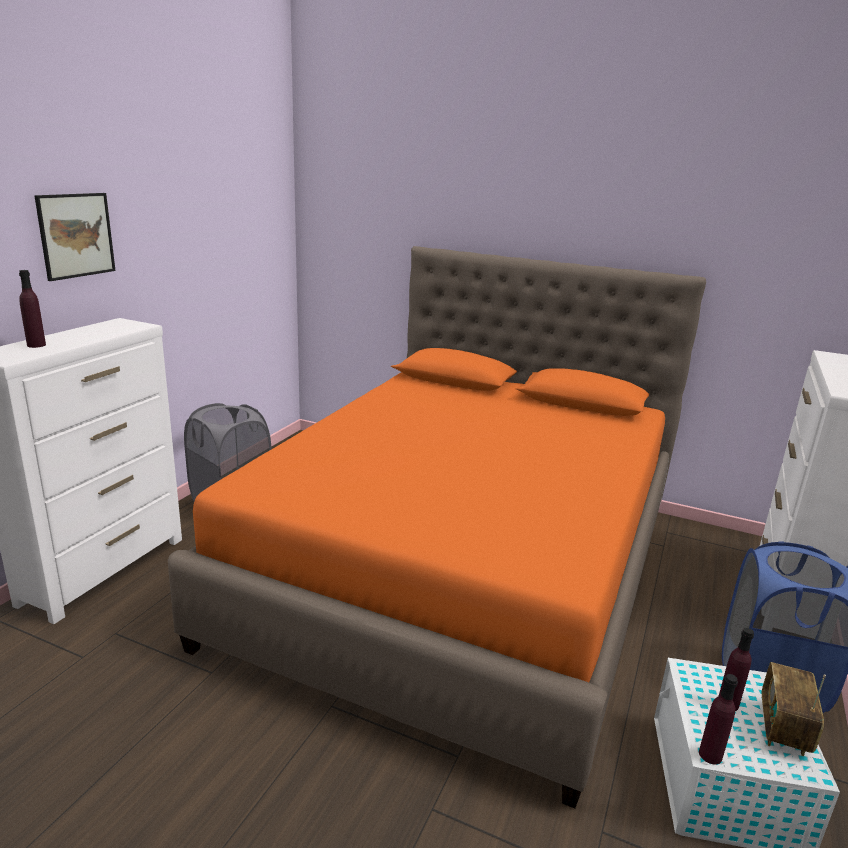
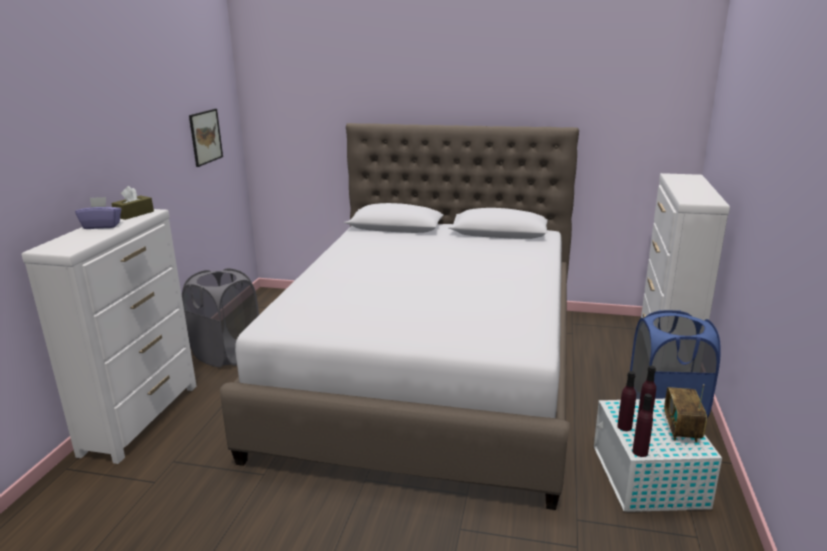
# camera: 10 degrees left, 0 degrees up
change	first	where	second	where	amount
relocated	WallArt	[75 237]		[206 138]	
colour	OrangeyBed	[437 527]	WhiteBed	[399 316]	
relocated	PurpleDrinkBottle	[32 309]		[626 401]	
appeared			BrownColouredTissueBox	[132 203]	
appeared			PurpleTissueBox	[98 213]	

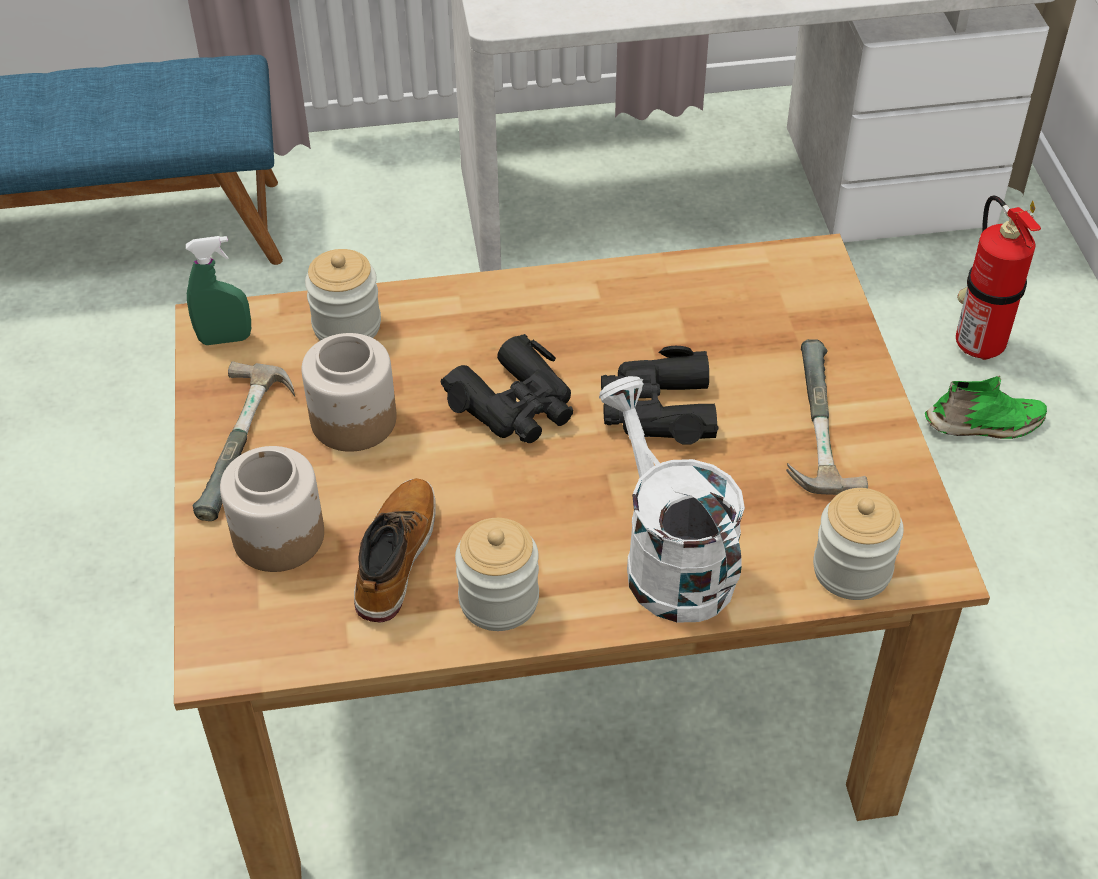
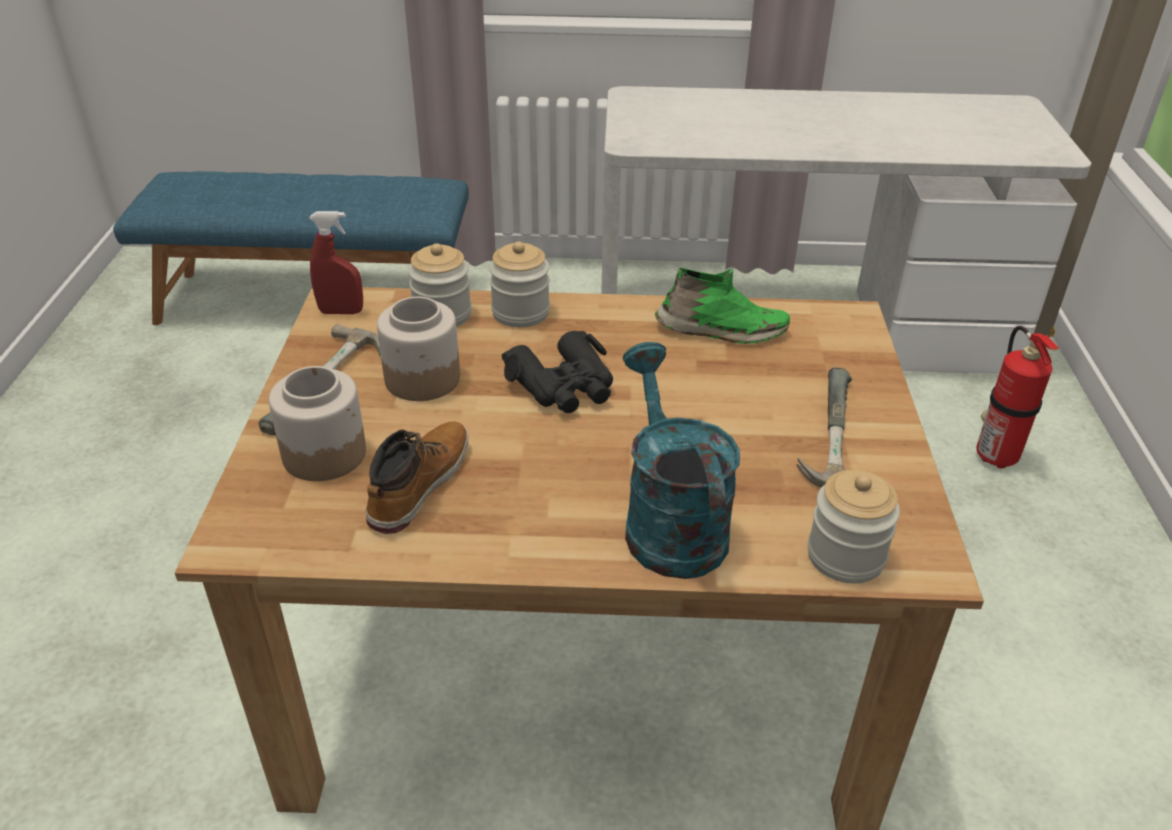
# camera: 10 degrees right, 10 degrees down
change	first	where	second	where	amount
colour	GreenColouredSprayBottle	[218 290]	ReddishSprayBottle	[336 262]	
missing	BlackishFieldGlasses	[660 395]			
colour	WhiteWateringCan	[672 499]	BlueGreenWateringCan	[681 460]	
relocated	GreenColouredItemOfFootwear	[986 407]		[722 305]	
relocated	Jar	[497 574]		[519 284]	

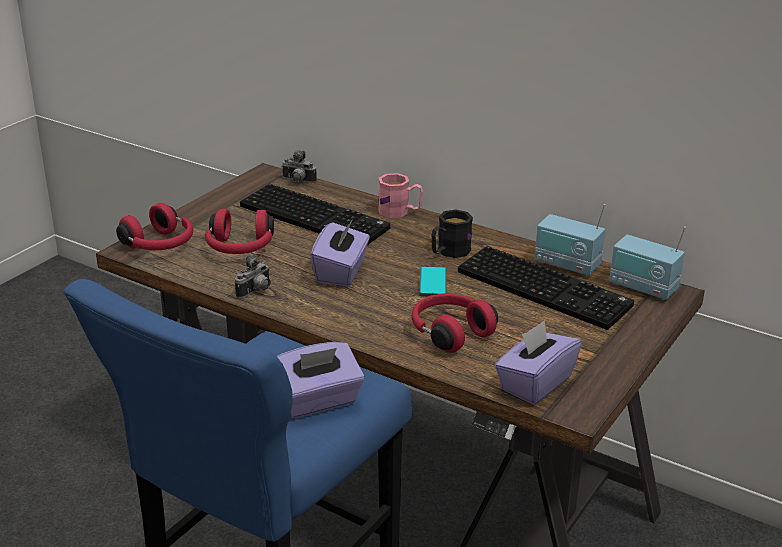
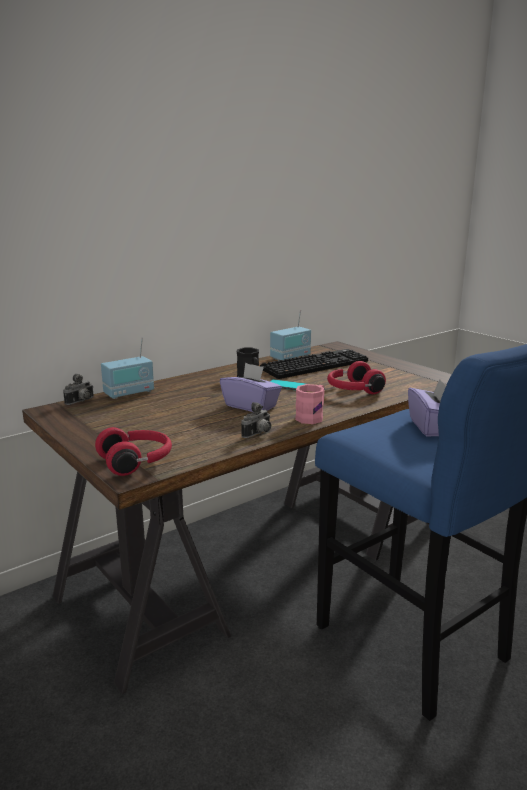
# camera: 70 degrees left, 10 degrees down
change	first	where	second	where	amount
relocated	PinkColouredMug	[400 195]		[310 404]	
missing	Keyboard	[315 214]			
missing	ReddishHeadphones	[239 231]			
relocated	Radio	[647 263]		[127 368]	
spun	PhotoCamera	[253 276]		[256 420]	75 degrees clockwise
missing	PurpleTissueBox	[538 362]			

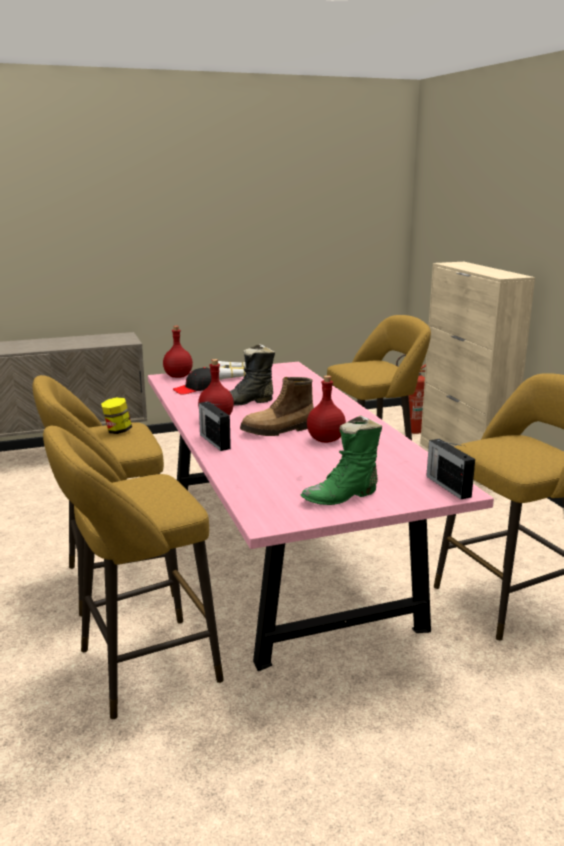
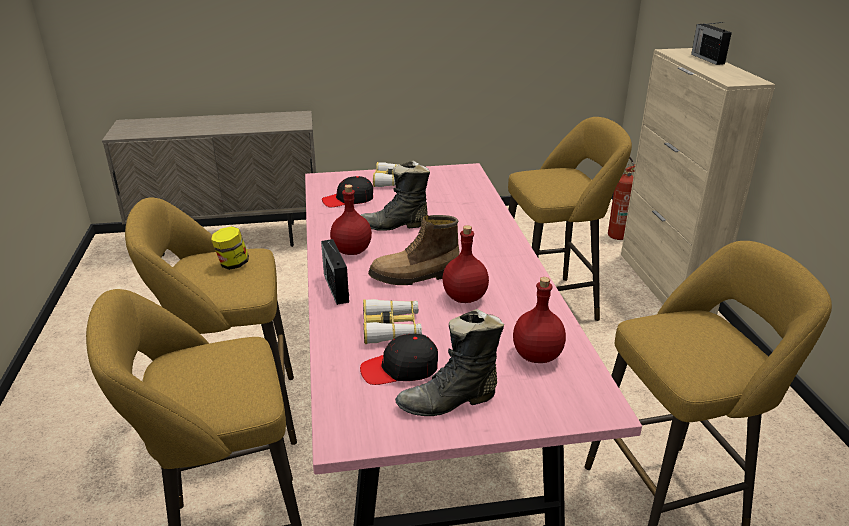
# camera: 10 degrees right, 10 degrees up
change	first	where	second	where	amount
relocated	ReddishDrinkBottle	[178 352]		[539 320]	
colour	GreenColouredTallBoot	[341 460]	BlackishTallBoot	[449 362]	
relocated	Radio	[450 469]		[711 43]	
appeared			FieldGlasses	[392 321]	
appeared			BlackishCap	[399 359]	

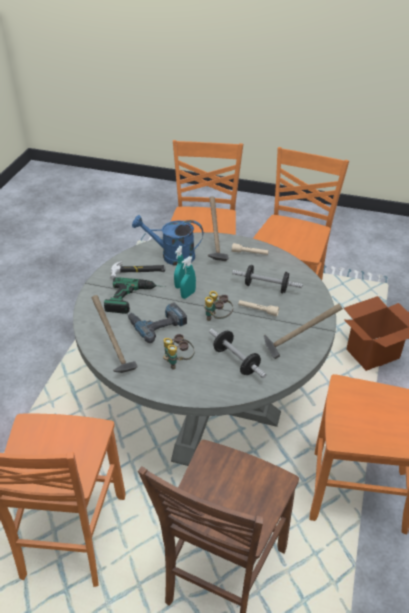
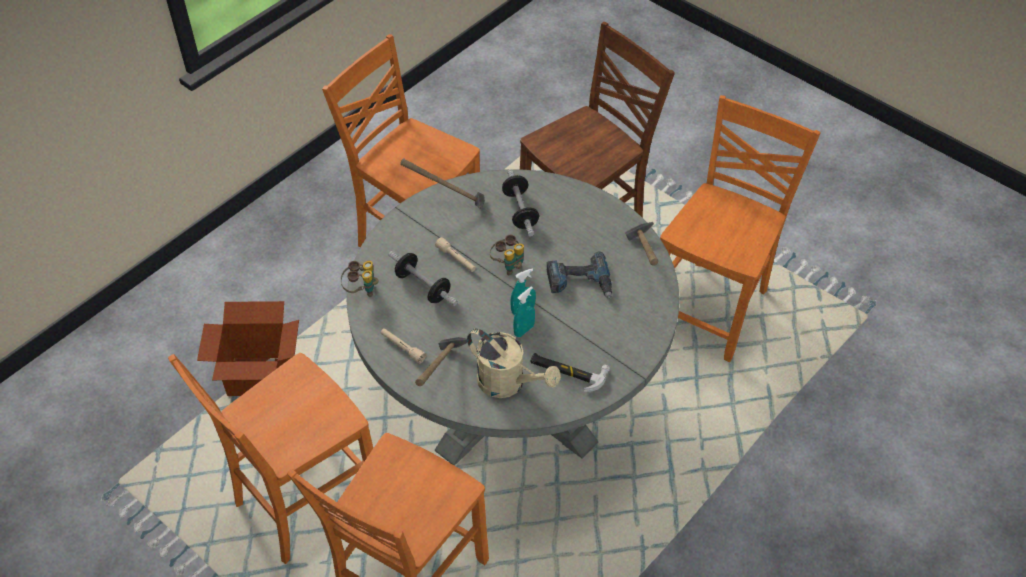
# camera: 155 degrees left, 10 degrees up
change	first	where	second	where	amount
colour	BlueColouredWateringCan	[167 240]	SandColouredWateringCan	[514 363]	
missing	ElectricDrill	[135 295]			
relocated	FieldGlasses	[178 352]		[359 279]	

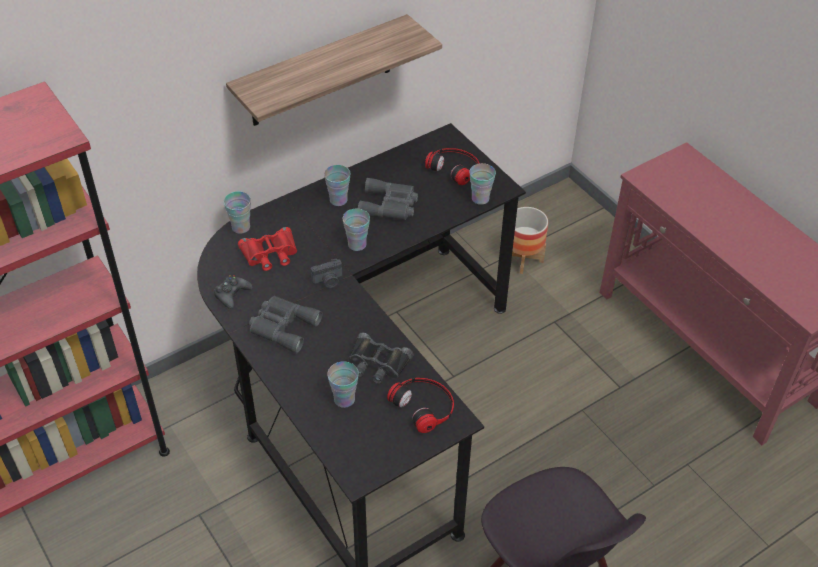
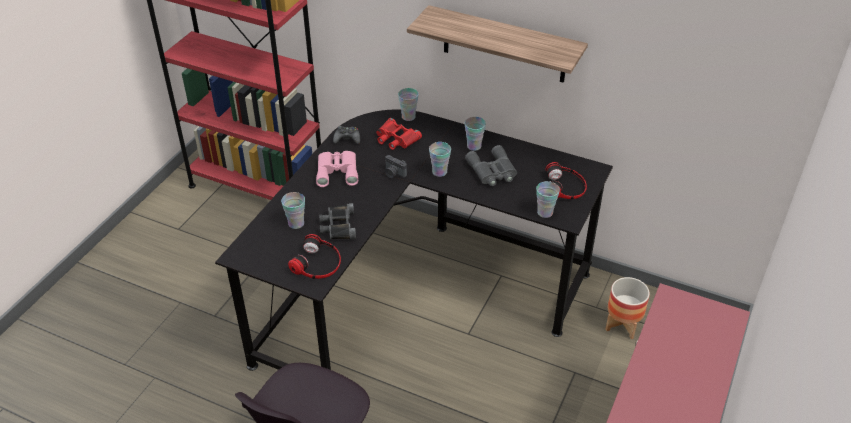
# camera: 60 degrees right, 5 degrees down
change	first	where	second	where	amount
colour	GrayFieldGlasses	[286 324]	PinkColouredFieldGlasses	[337 169]	

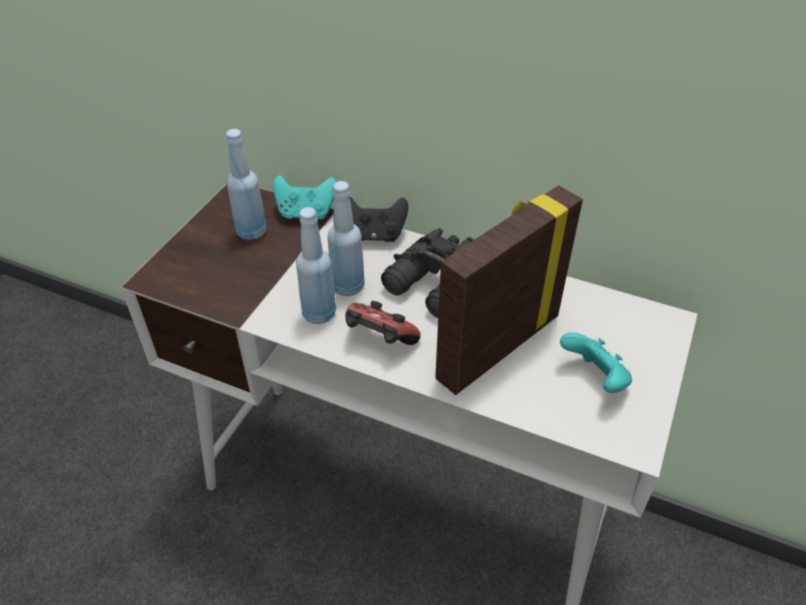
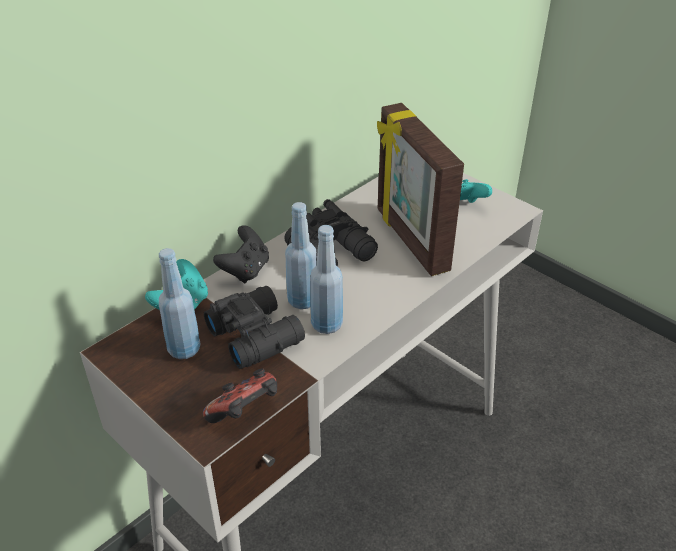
# camera: 70 degrees left, 5 degrees down
change	first	where	second	where	amount
relocated	GameController	[383 323]		[240 395]	
appeared			BlackishFieldGlasses	[254 327]	

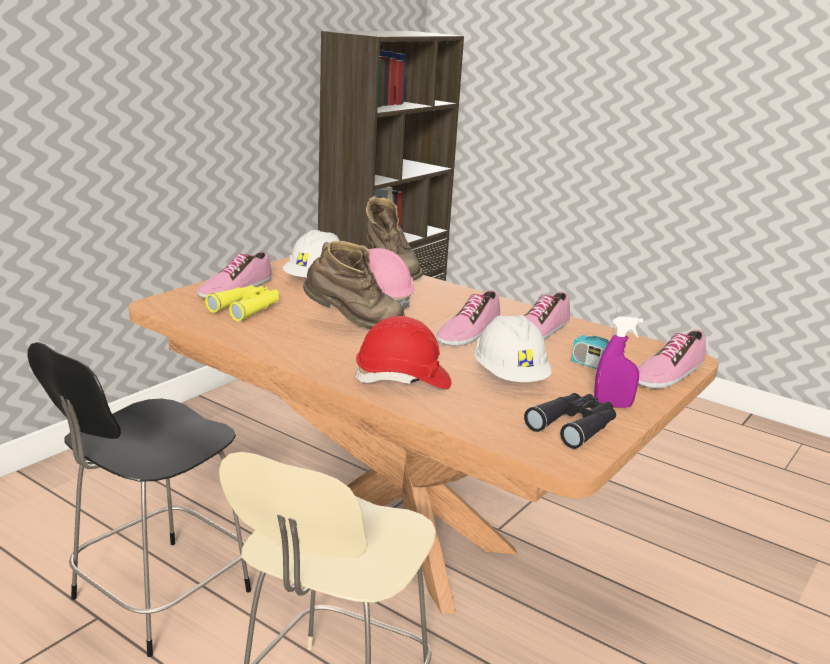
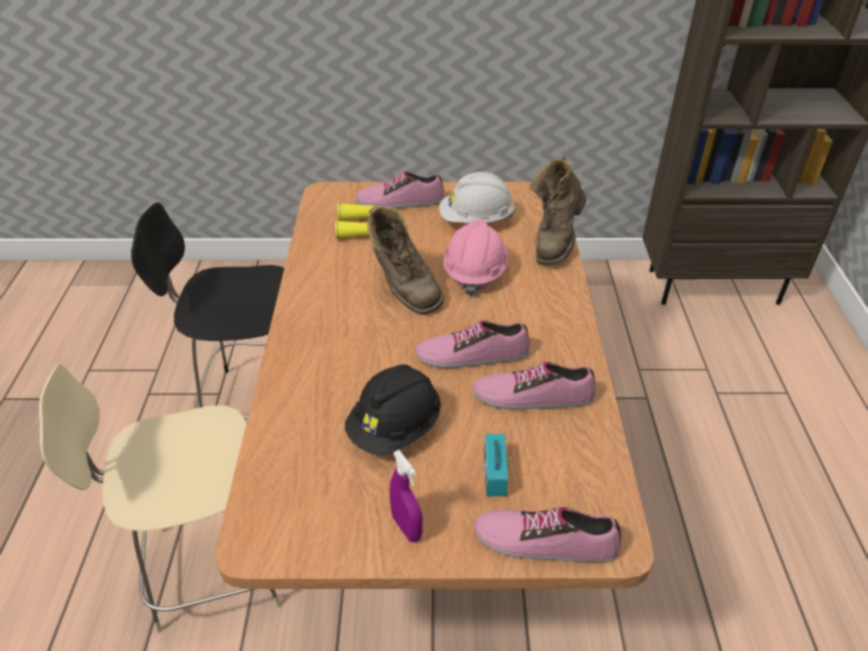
# camera: 55 degrees right, 20 degrees up
change	first	where	second	where	amount
colour	WhiteHardHat	[513 348]	BlackishHardHat	[393 409]	
missing	ReddishHardHat	[402 352]			
missing	BlackishFieldGlasses	[570 421]			

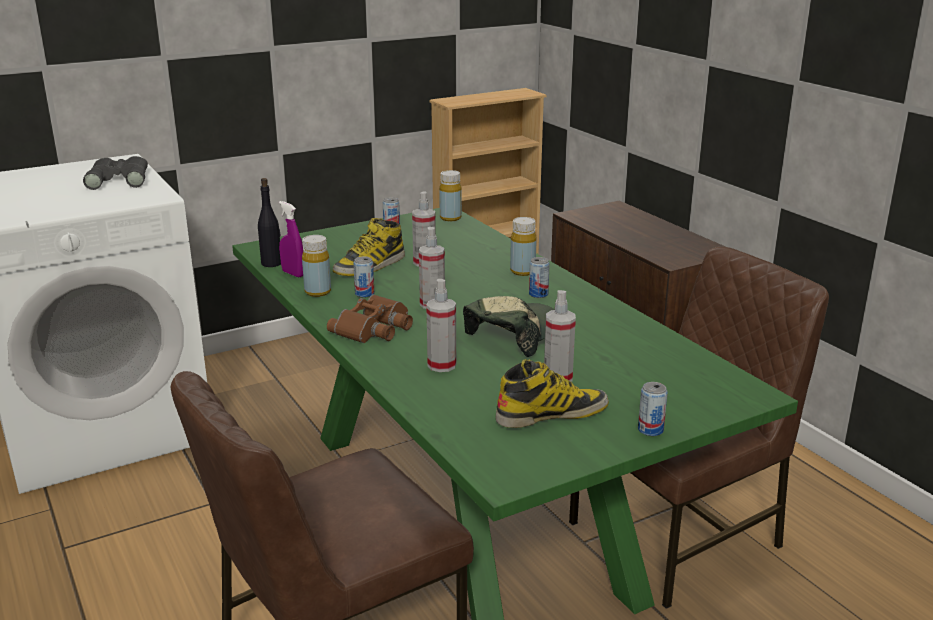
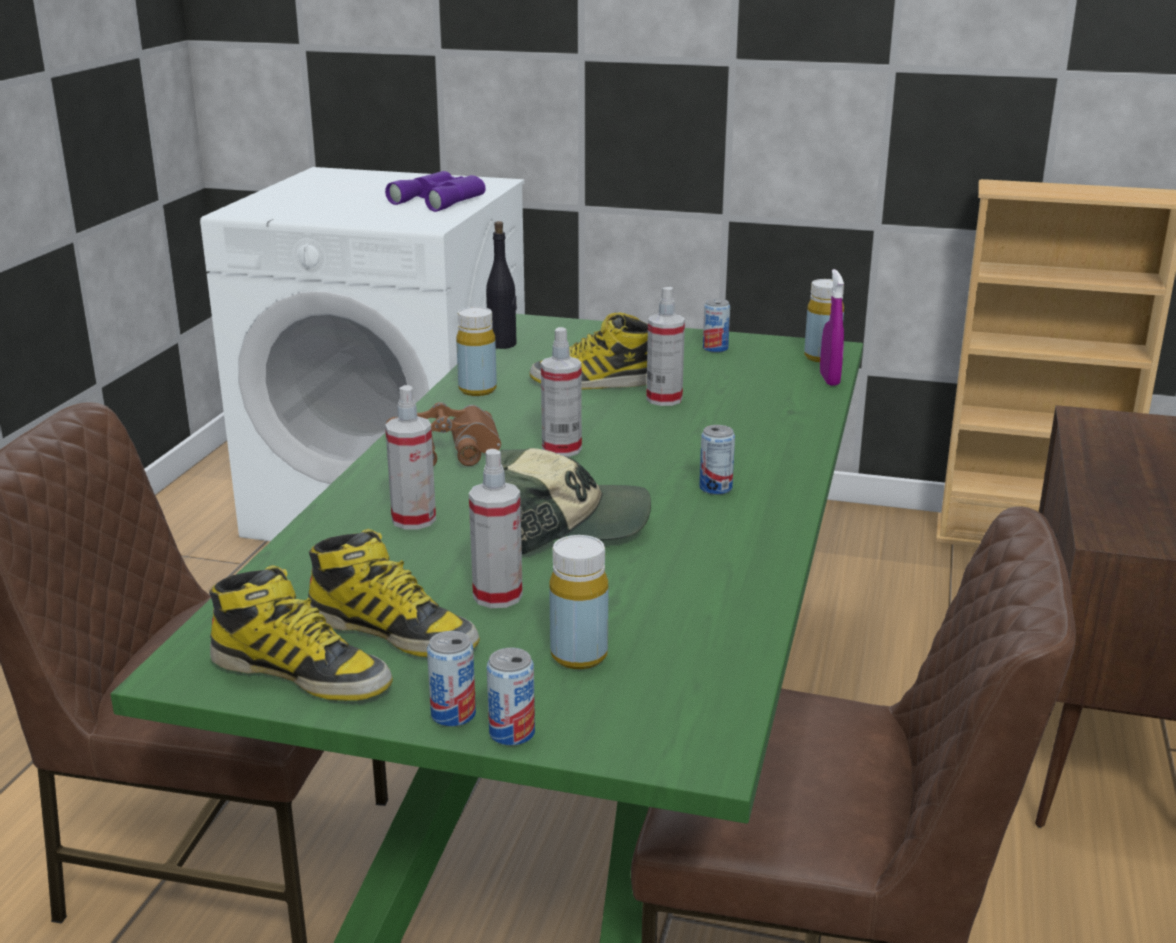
# camera: 45 degrees right, 0 degrees up
change	first	where	second	where	amount
colour	GrayFieldGlasses	[115 173]	PurpleFieldGlasses	[435 191]	
relocated	PurpleSprayBottle	[291 239]		[832 327]	
relocated	YellowishDrinkBottle	[523 246]		[578 602]	
relocated	SealedCan	[363 277]		[511 696]	
appeared			TallBoot	[301 633]	

